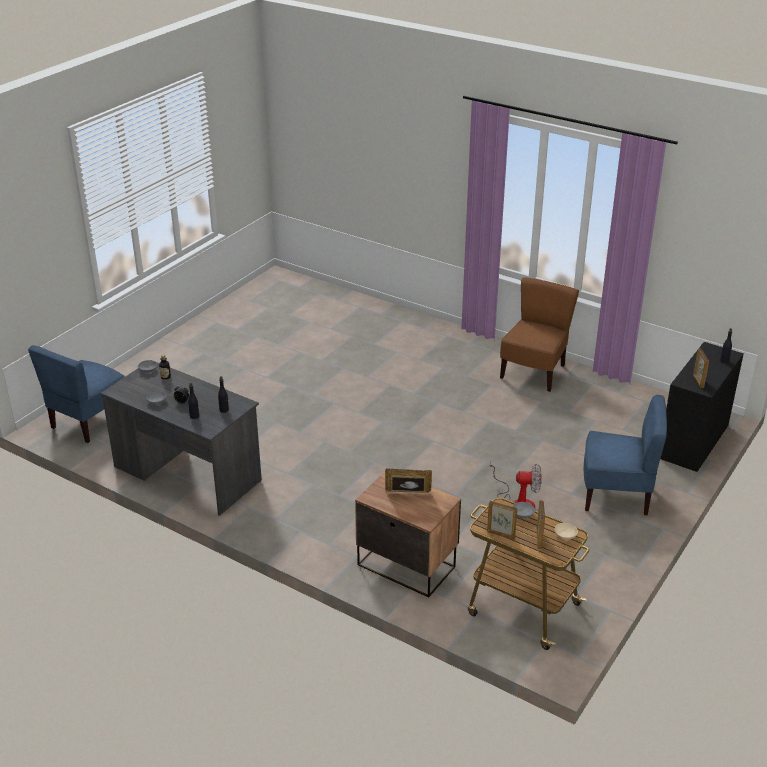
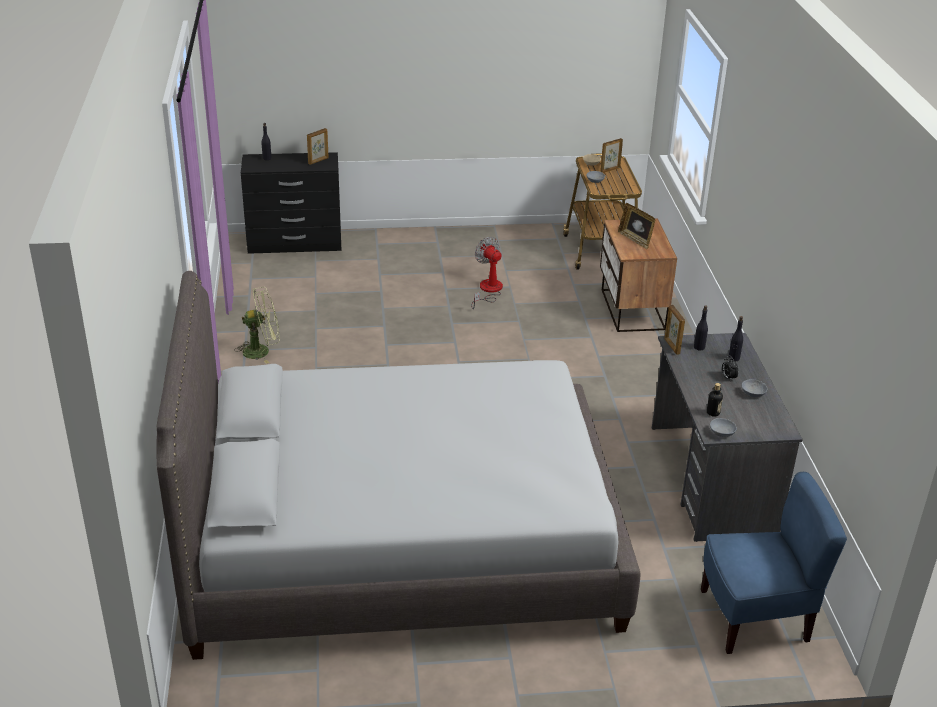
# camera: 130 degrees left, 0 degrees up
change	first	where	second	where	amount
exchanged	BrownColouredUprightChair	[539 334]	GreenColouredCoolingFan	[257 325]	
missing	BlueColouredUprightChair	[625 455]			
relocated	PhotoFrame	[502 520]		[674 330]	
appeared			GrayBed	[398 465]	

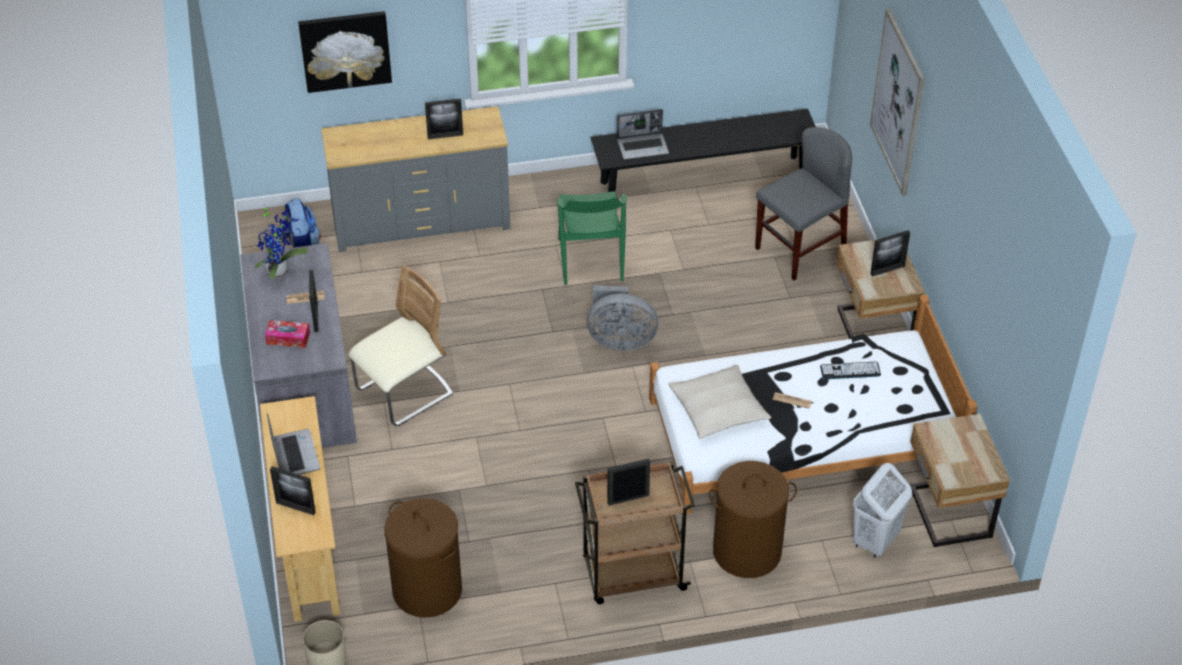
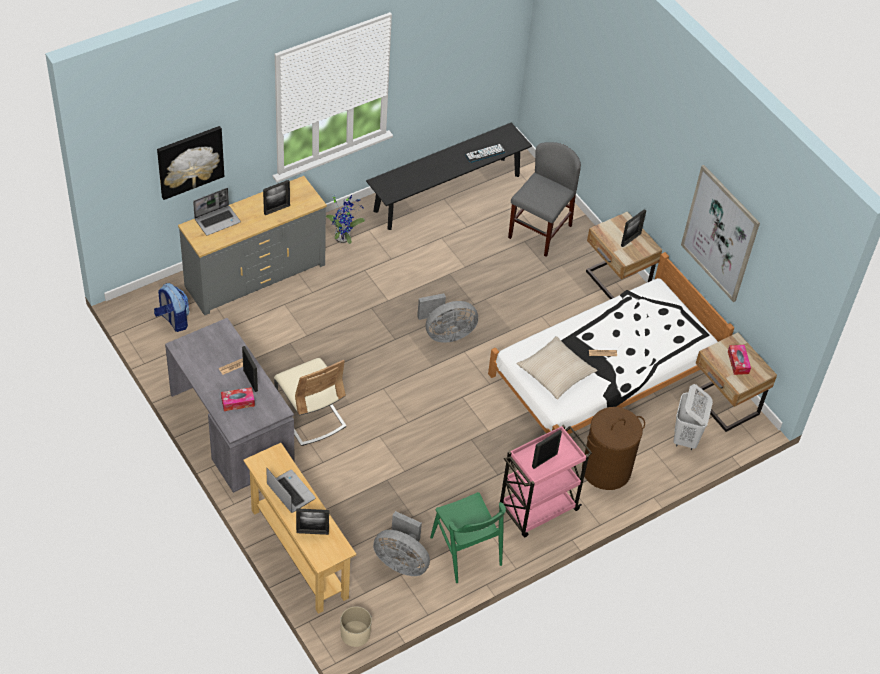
# camera: 25 degrees left, 5 degrees up
change	first	where	second	where	amount
relocated	WallArt	[897 102]		[720 233]	
relocated	Laptop	[643 134]		[217 212]	
relocated	GreenColouredUprightChair	[592 238]		[468 537]	
relocated	Houseplant	[281 241]		[345 219]	
spun	SandColouredUprightChair	[401 346]		[310 402]	120 degrees clockwise
relocated	Keyboard	[850 370]		[485 153]	
colour	BrownColouredWheeledCart	[635 533]	PinkColouredWheeledCart	[546 481]	
exchanged	BrownColouredHamper	[423 558]	GrayCoolingFan	[401 543]	
appeared			TissueBox	[739 360]	

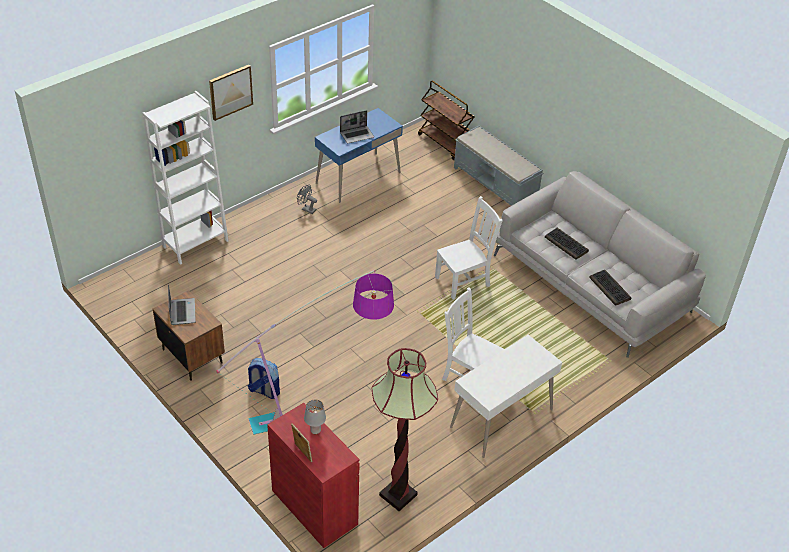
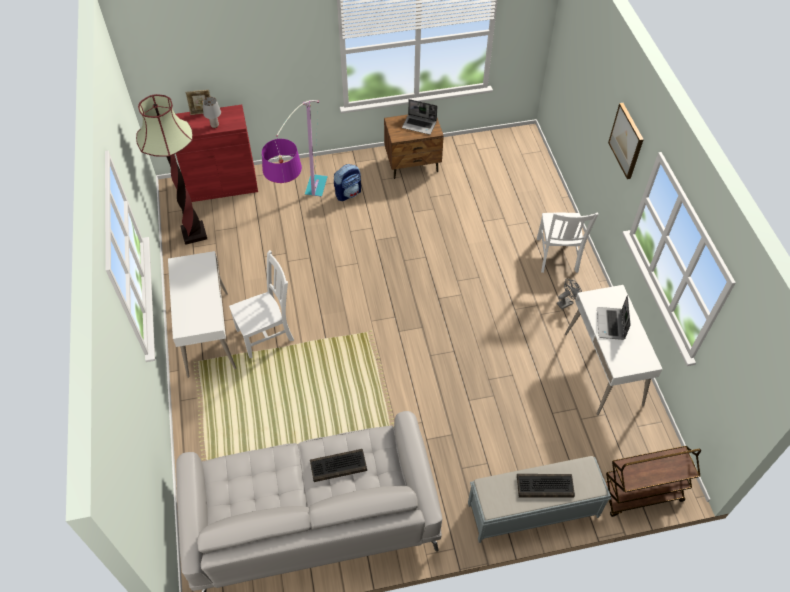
# camera: 120 degrees right, 10 degrees up
change	first	where	second	where	amount
missing	WhiteBookshelf	[185 178]			
colour	BlueColouredDeskTable	[359 155]	WhiteDeskTable	[613 350]	
relocated	WhiteUprightChair	[469 248]		[568 242]	
relocated	Keyboard	[610 288]		[546 486]	

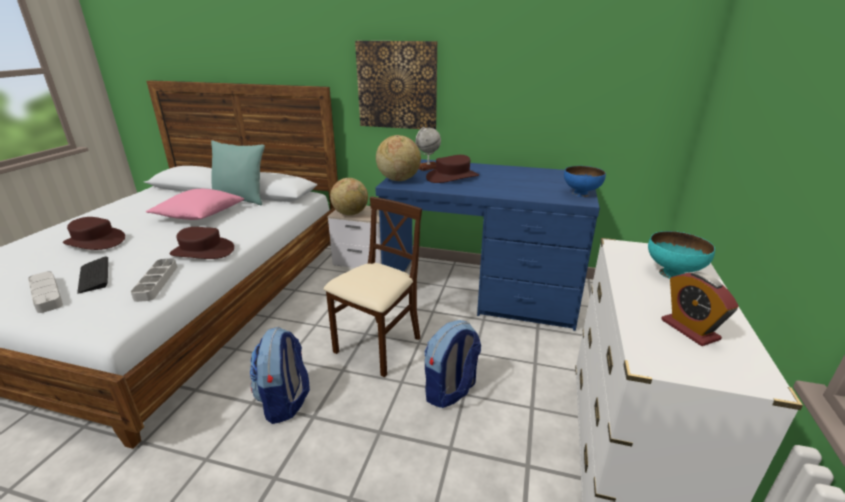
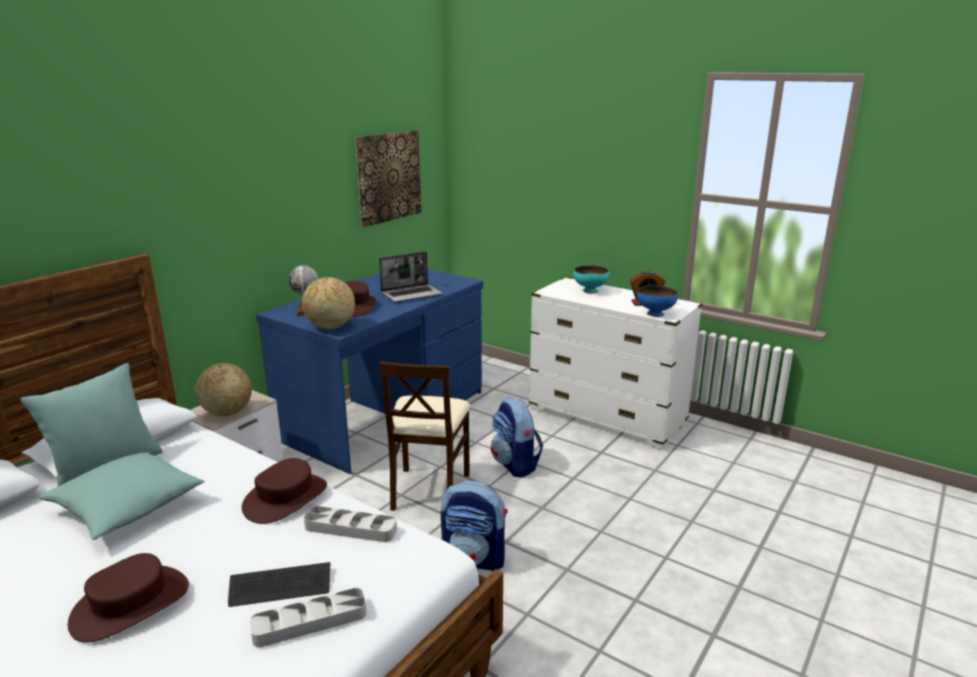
# camera: 70 degrees left, 5 degrees down
change	first	where	second	where	amount
relocated	WallArt	[396 85]		[388 178]	
relocated	BlueColouredServingBowl	[585 181]		[657 301]	
colour	PinkColouredThrowPillow	[195 204]	BlueGreenThrowPillow	[122 496]	
spun	SandColouredUprightChair	[372 287]		[425 436]	135 degrees counterclockwise
appeared			Laptop	[411 277]	

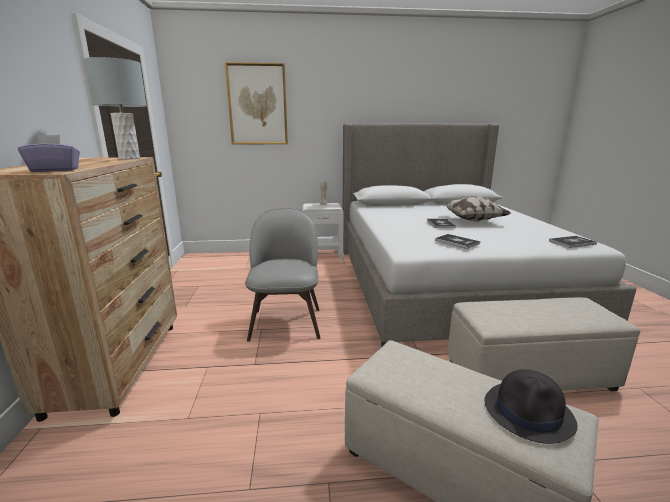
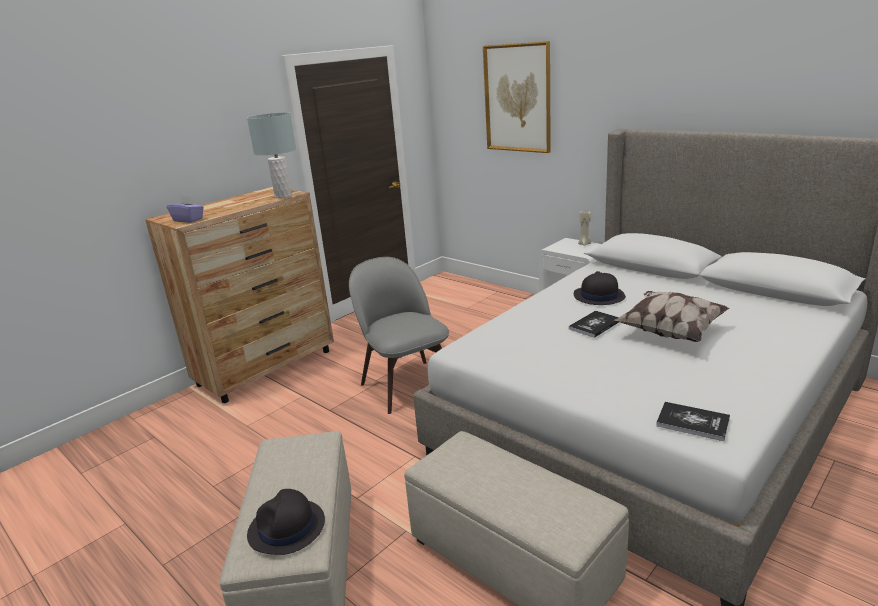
# camera: 50 degrees right, 5 degrees up
change	first	where	second	where	amount
spun	GrayUprightChair	[283 274]		[399 335]	75 degrees counterclockwise
missing	BoundBook	[457 241]			
appeared			BlackishWearableHat	[600 288]	

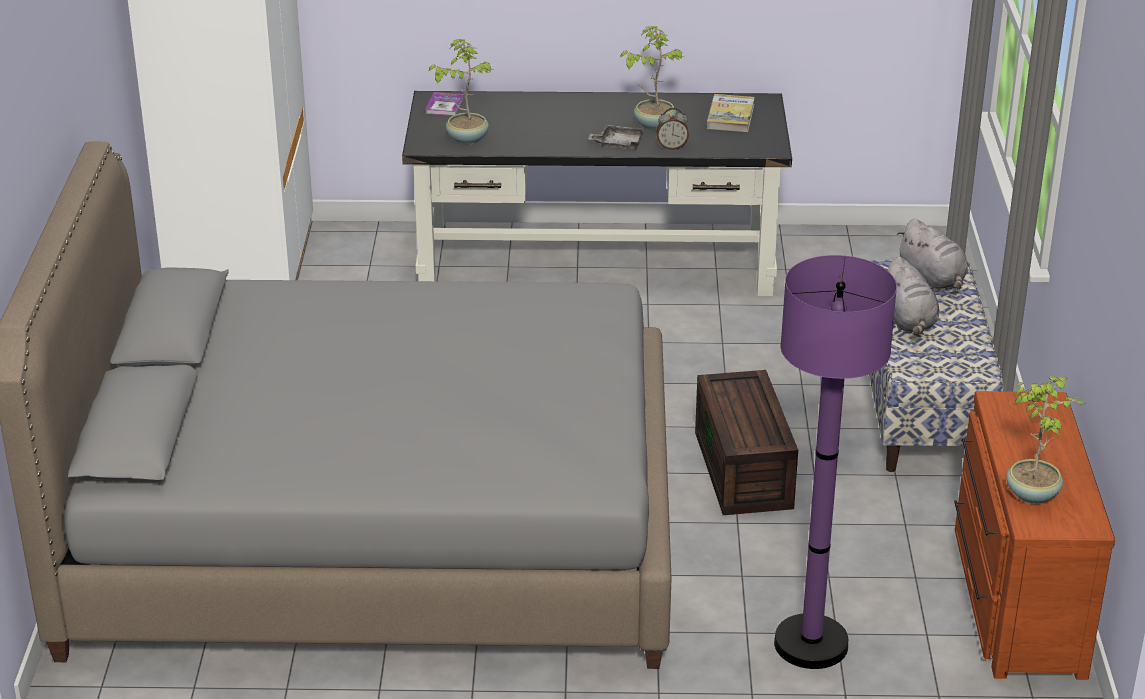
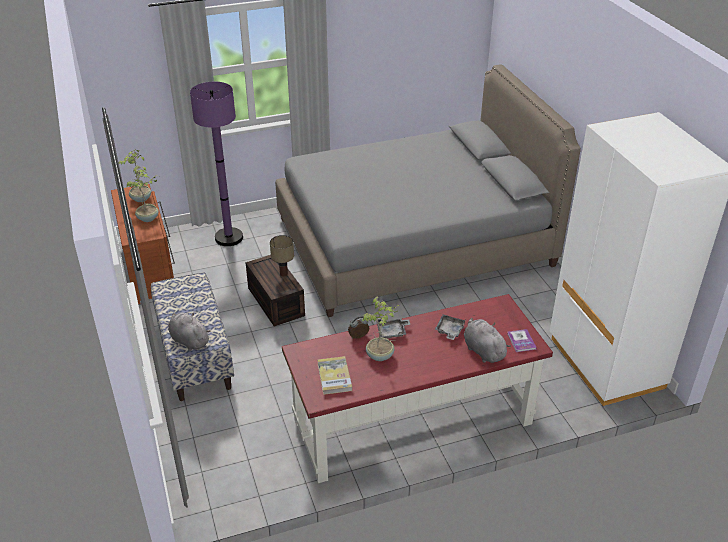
# camera: 160 degrees right, 5 degrees up
change	first	where	second	where	amount
relocated	Houseplant	[461 91]		[142 194]	
colour	BlackishDeskTable	[597 194]	ReddishDeskTable	[417 388]	
relocated	GraySoftToy	[912 295]		[487 340]	
appeared			TabletopLamp	[282 255]	
appeared			GrayCarryingTray	[450 327]	

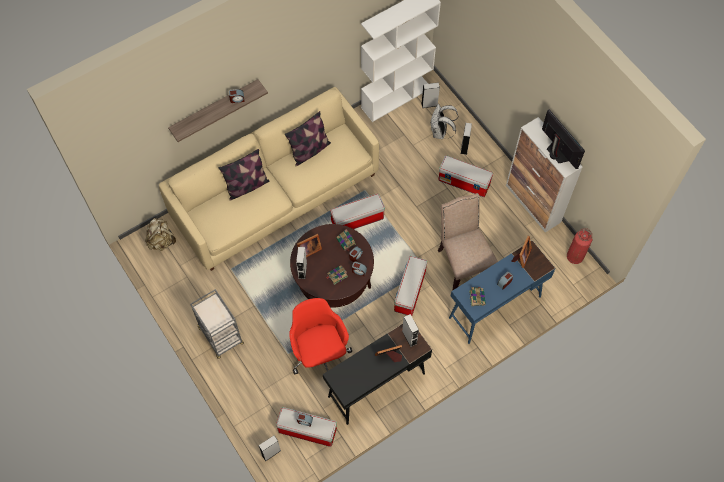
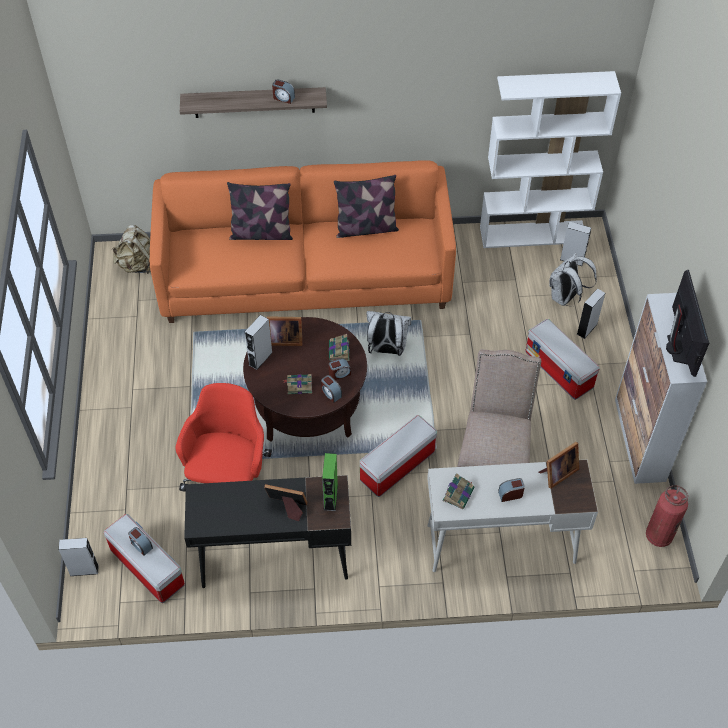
# camera: 30 degrees right, 10 degrees down
change	first	where	second	where	amount
colour	SandColouredCouch	[269 179]	OrangeyCouch	[303 241]	
exchanged	StorageBin	[357 211]	WhiteKnapsack	[389 333]	
colour	BlueColouredDeskTable	[502 292]	WhiteDeskTable	[512 516]	
missing	GrayWheeledCart	[217 324]			
colour	GraySpeaker	[410 330]	GreenColouredSpeaker	[330 482]	

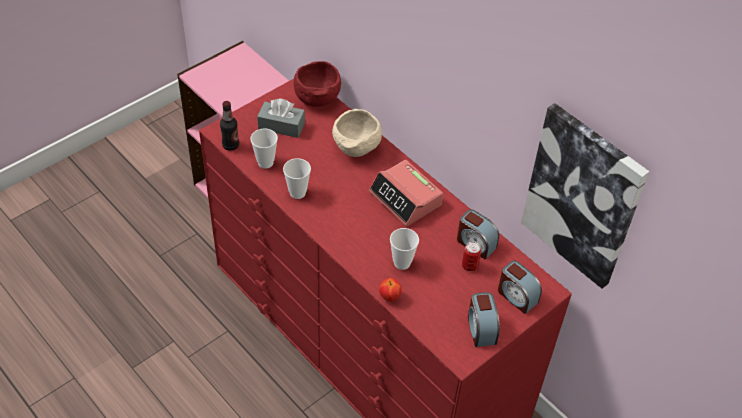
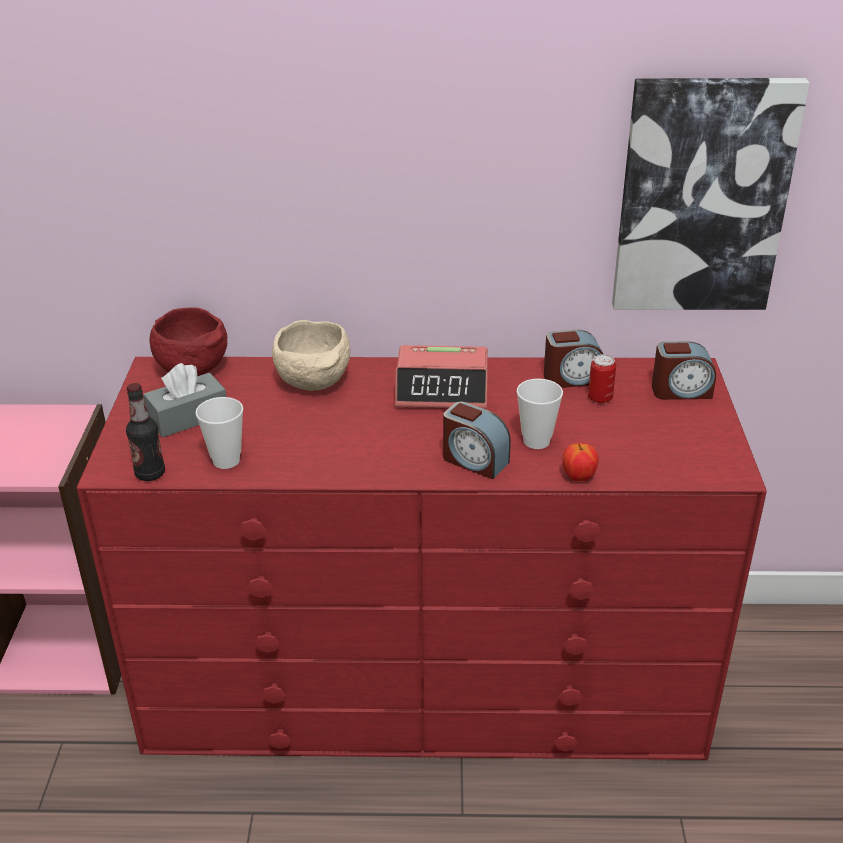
# camera: 45 degrees left, 15 degrees down
change	first	where	second	where	amount
missing	SmallCup	[297 178]			
relocated	BedsideClock	[484 319]		[477 440]	

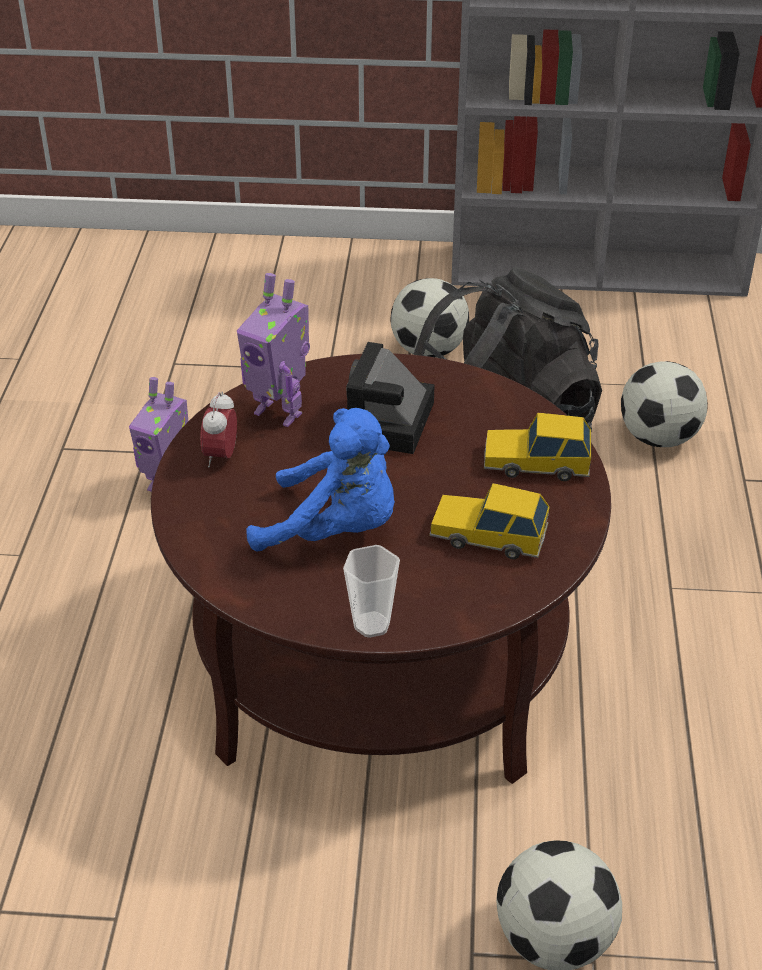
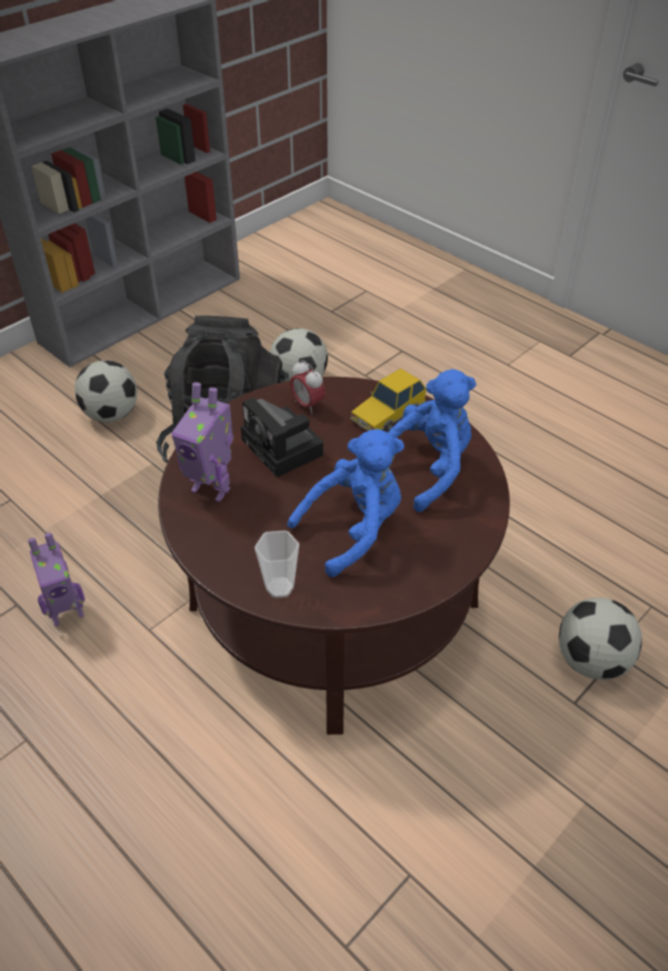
# camera: 50 degrees left, 5 degrees up
change	first	where	second	where	amount
spun	RobotFigure	[273 350]		[202 442]	45 degrees clockwise
relocated	BedsideClock	[218 429]		[308 387]	
exchanged	ToyCar	[489 521]	BlueColouredSoftToy	[432 440]	
relocated	SmallCup	[371 591]		[277 564]	

